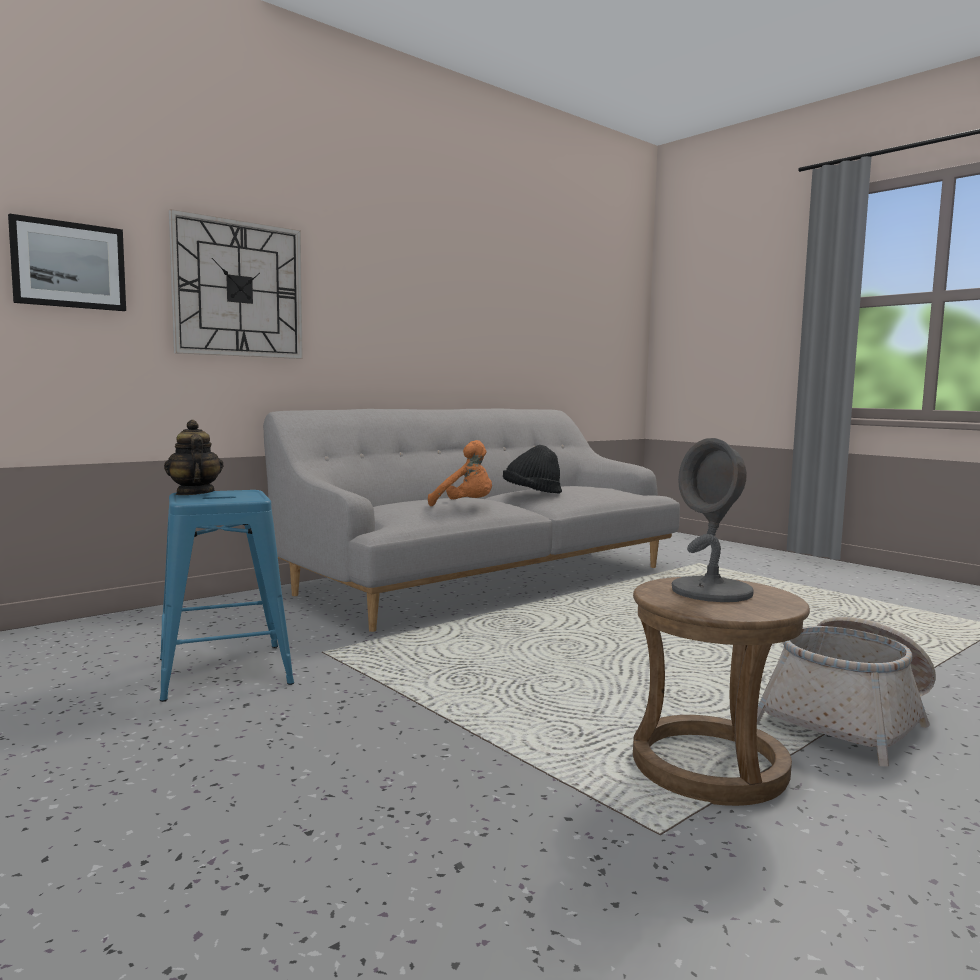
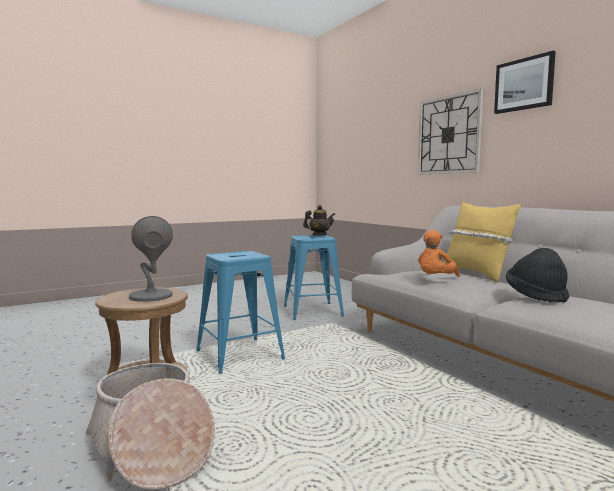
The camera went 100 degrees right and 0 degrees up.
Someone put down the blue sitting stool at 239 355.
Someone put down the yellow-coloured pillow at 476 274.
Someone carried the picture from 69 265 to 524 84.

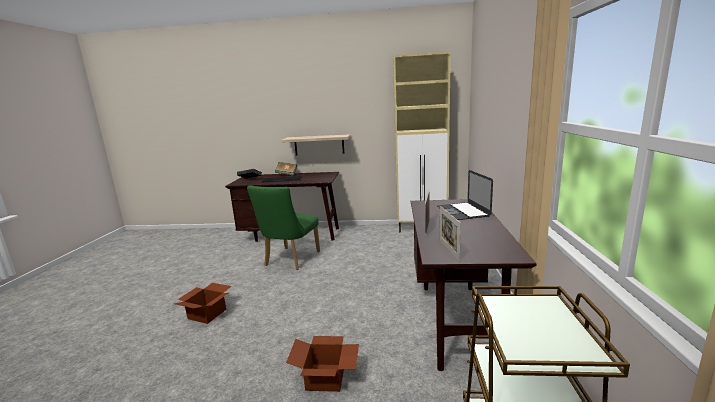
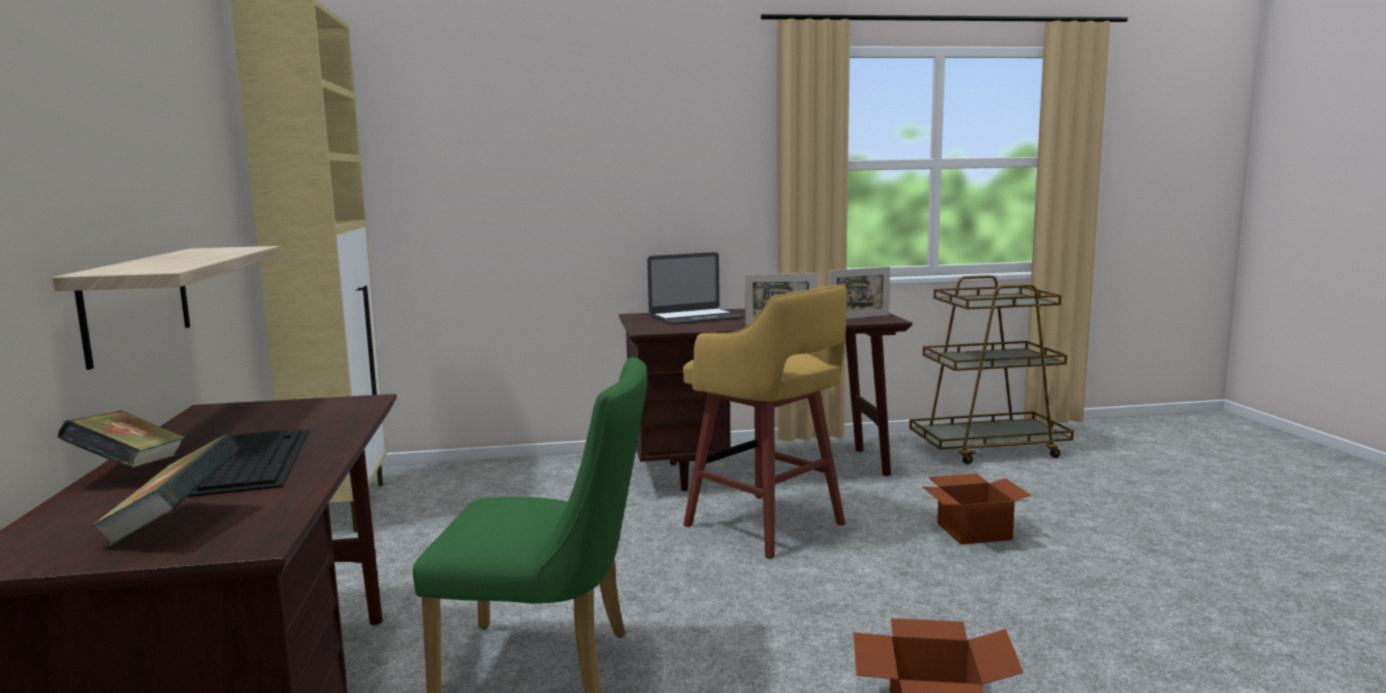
The camera went 105 degrees left and 5 degrees down.
Someone put down the yellow-coloured sitting stool at 768 526.

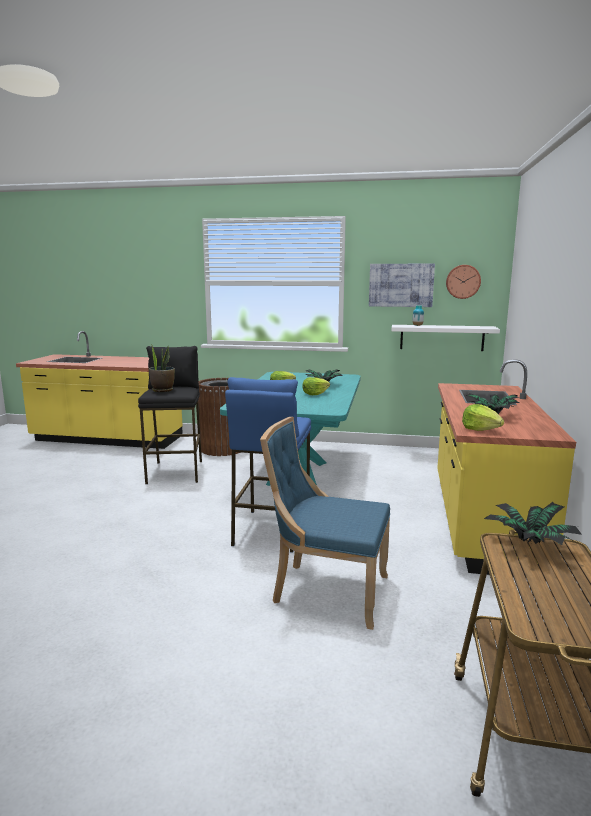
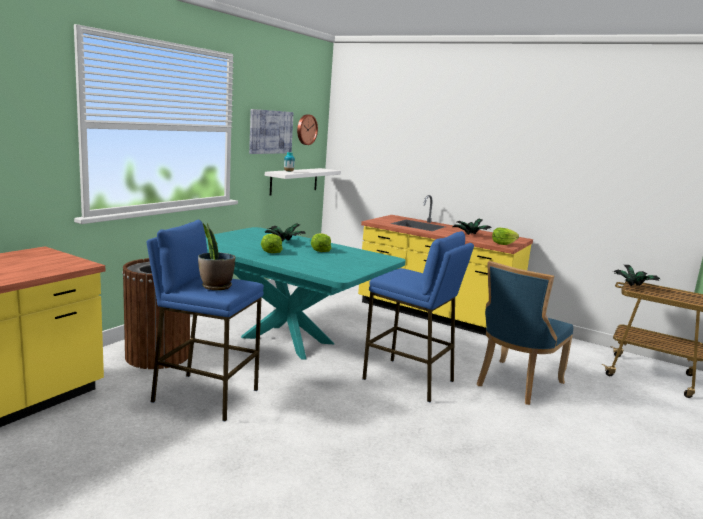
The camera went 70 degrees left and 0 degrees up.
Someone repainted the blackish sitting stool at 176 472, which became the blue sitting stool at 205 395.

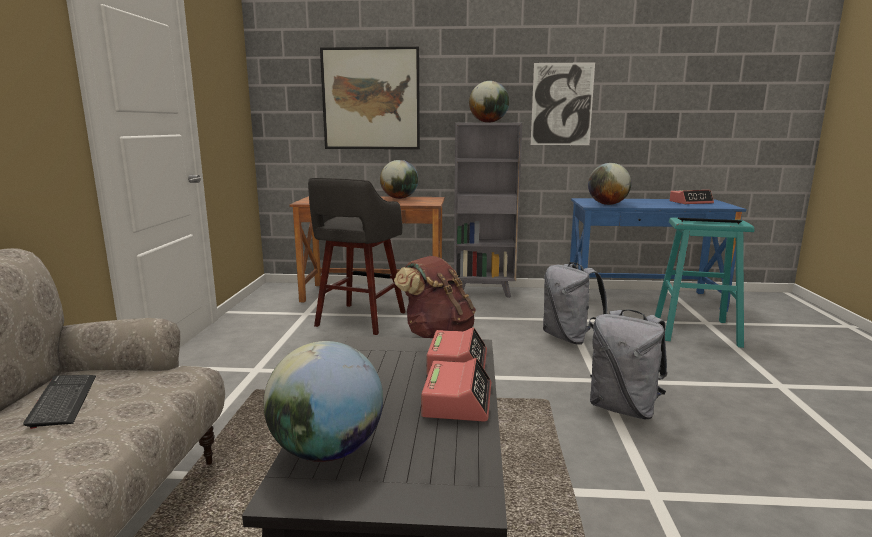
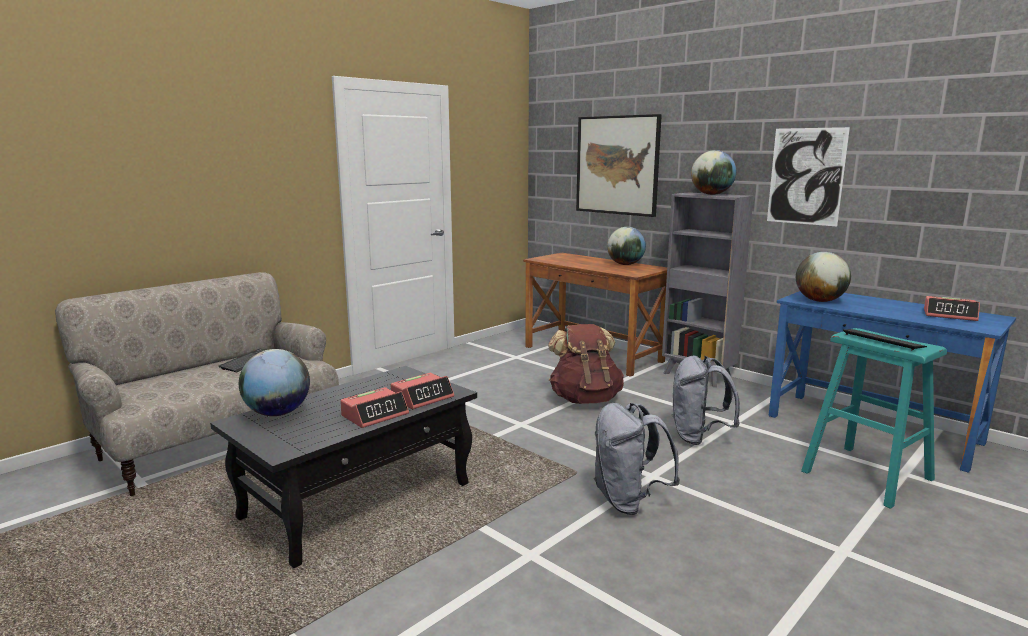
The camera went 40 degrees right and 0 degrees up.
Someone took away the grey sitting stool at 359 320.

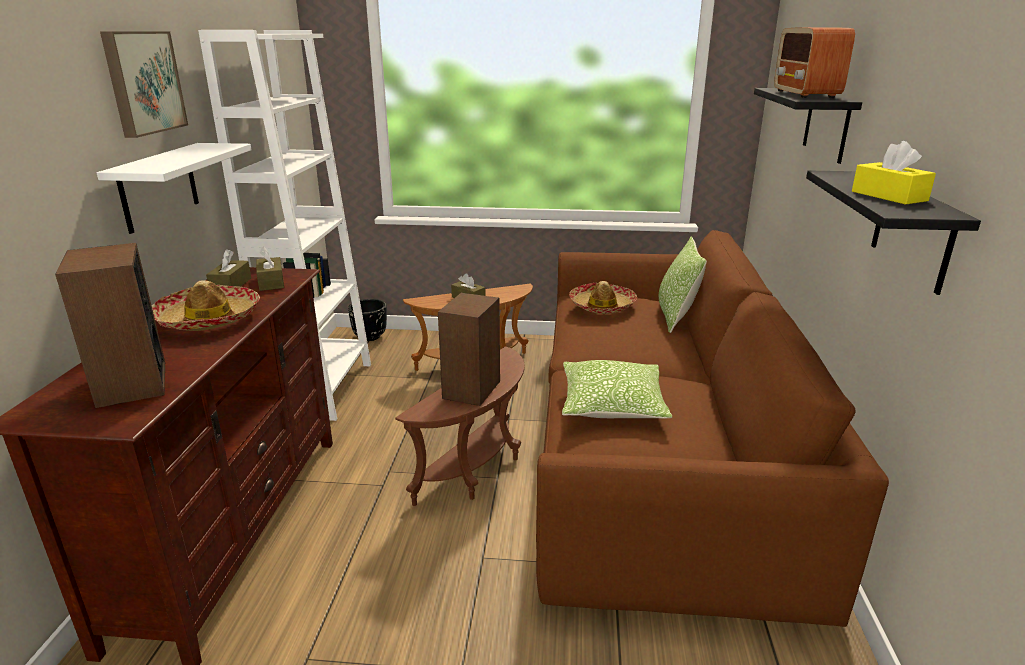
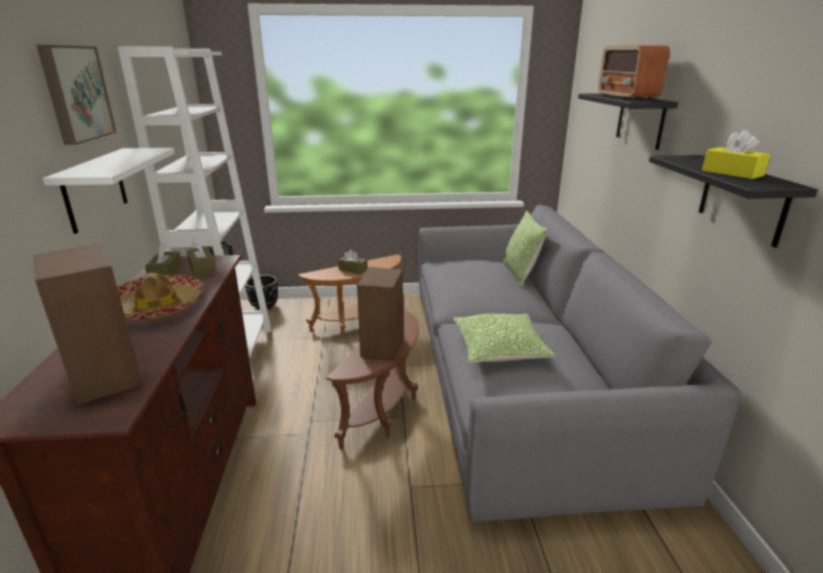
The camera went 10 degrees left and 0 degrees up.
Someone took away the hat at 602 306.
Someone repainted the brown settee at 656 444, which became the grey settee at 518 375.

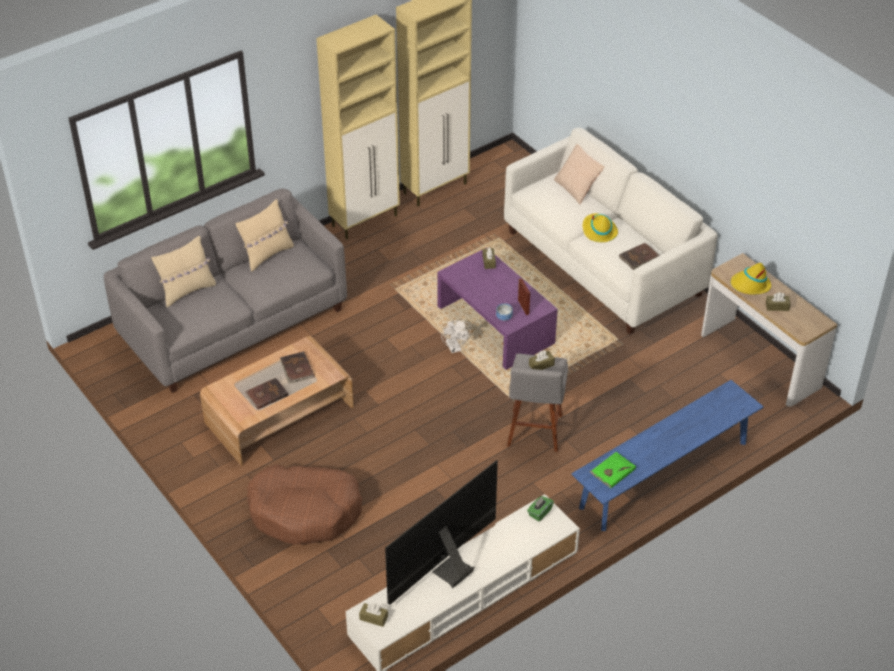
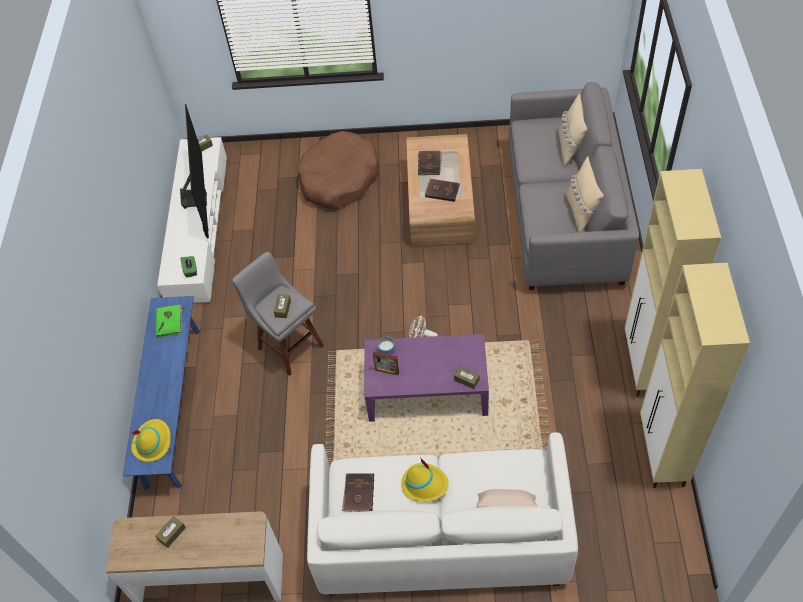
The camera went 130 degrees right and 10 degrees up.
Someone carried the yellow-coloured hat from 750 285 to 152 442.

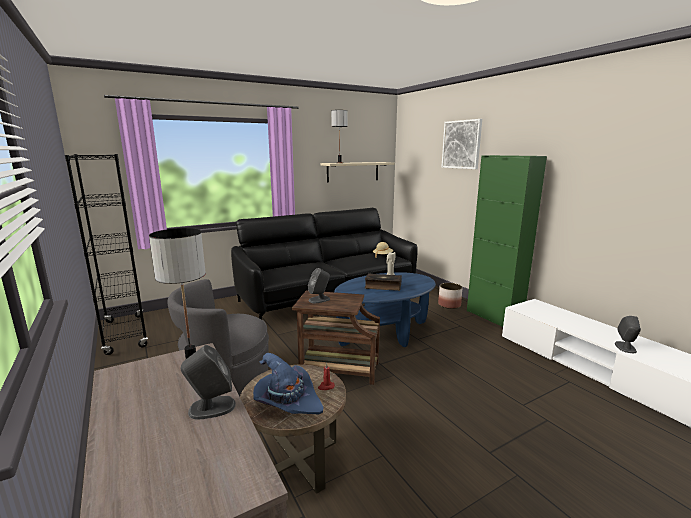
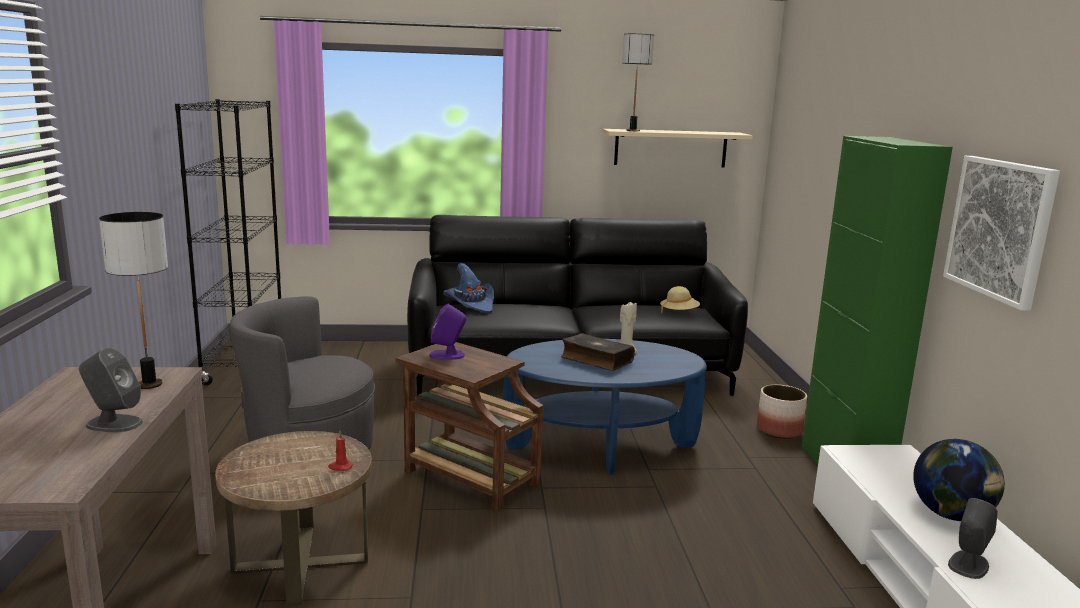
The camera went 25 degrees right and 0 degrees up.
Someone put down the globe at 951 515.
Someone carried the blue hat from 287 401 to 470 305.
Someone carried the picture from 461 144 to 1000 228.
Someone repainted the grey audio speaker at 319 299, which became the purple audio speaker at 447 355.

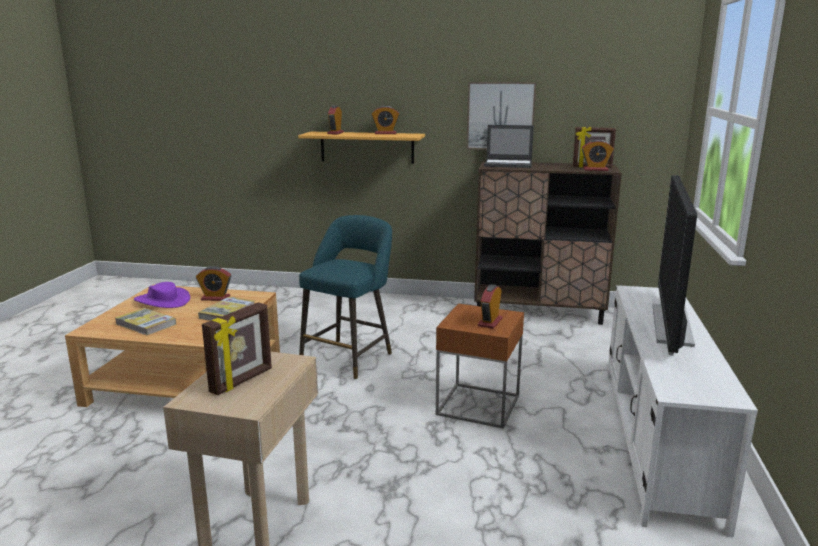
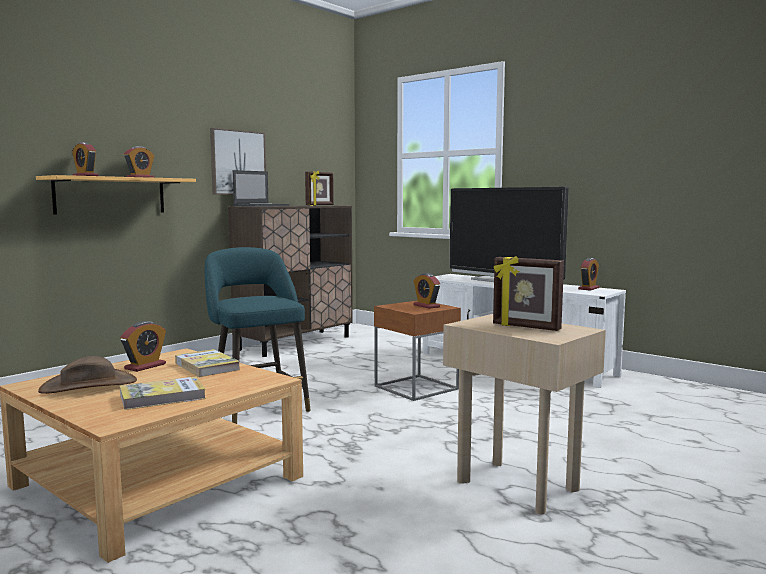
The camera went 60 degrees left and 10 degrees down.
Someone carried the alarm clock from 595 169 to 588 288.
Someone repainted the purple hat at 162 300, which became the brown hat at 89 385.
Someone rotated the standing frame at 242 381 by 150 degrees clockwise.

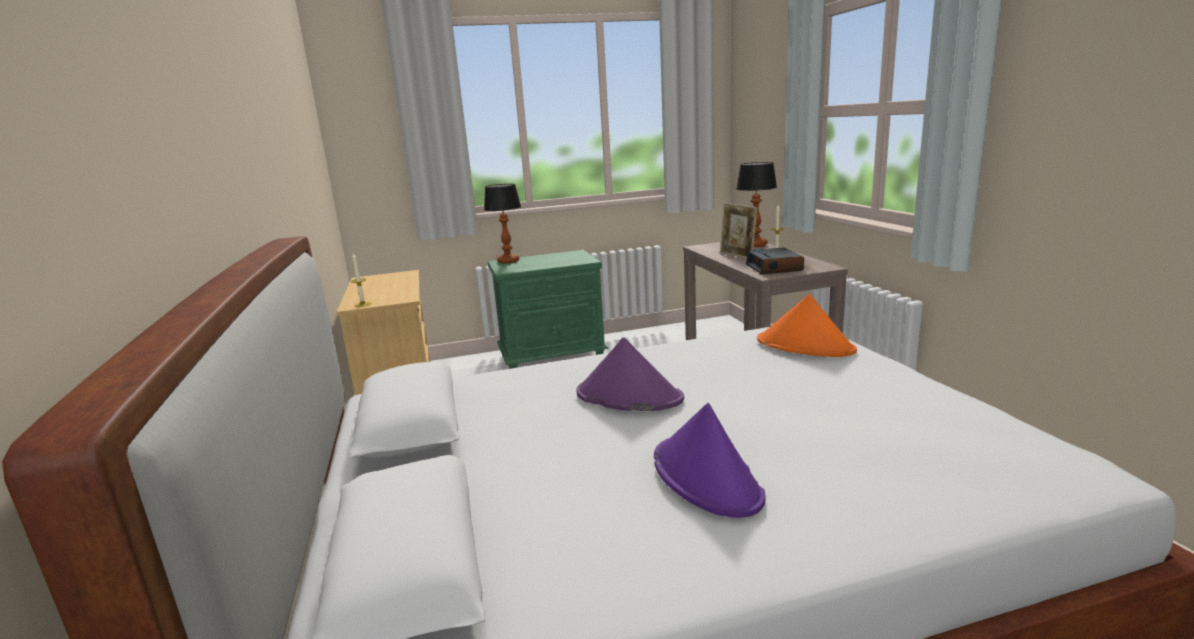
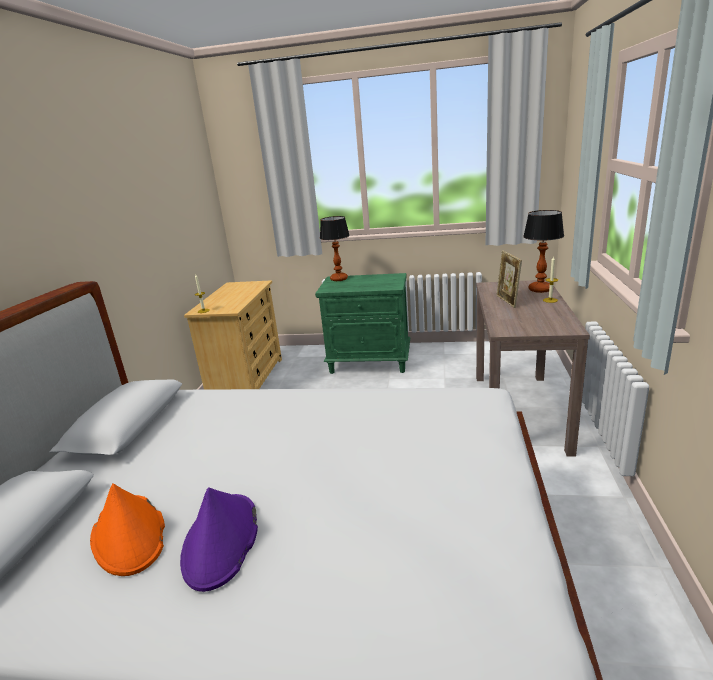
The camera went 25 degrees right and 5 degrees up.
Someone took away the purple hat at 628 396.
Someone took away the alarm clock at 775 268.
Someone carried the orange-coloured hat from 805 346 to 129 535.

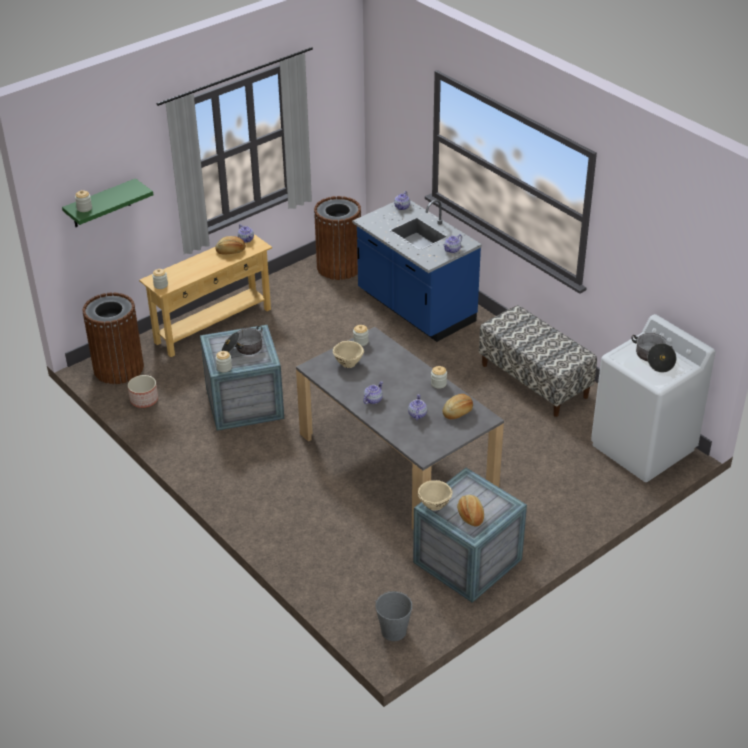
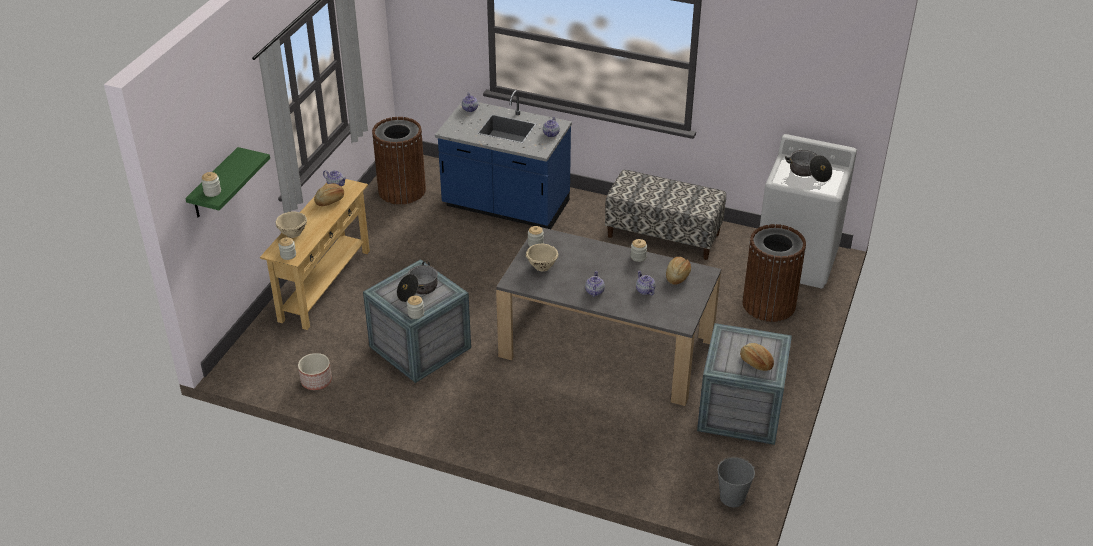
The camera went 30 degrees left and 0 degrees up.
Someone carried the brown rubbish bin from 118 368 to 768 304.
Someone carried the beige-coloured bowl from 434 505 to 292 233.

